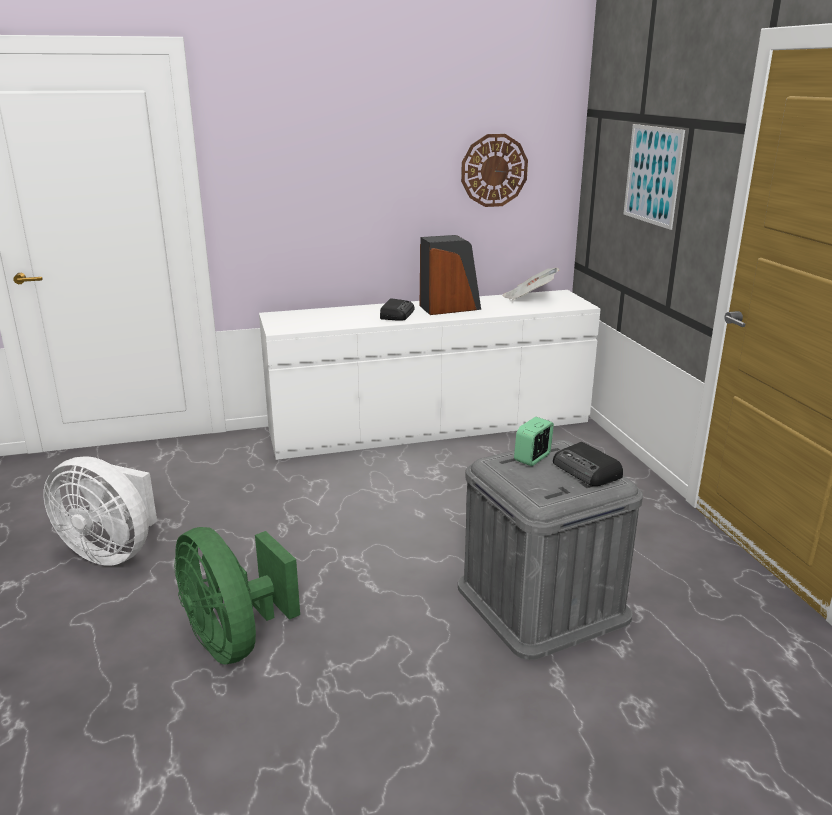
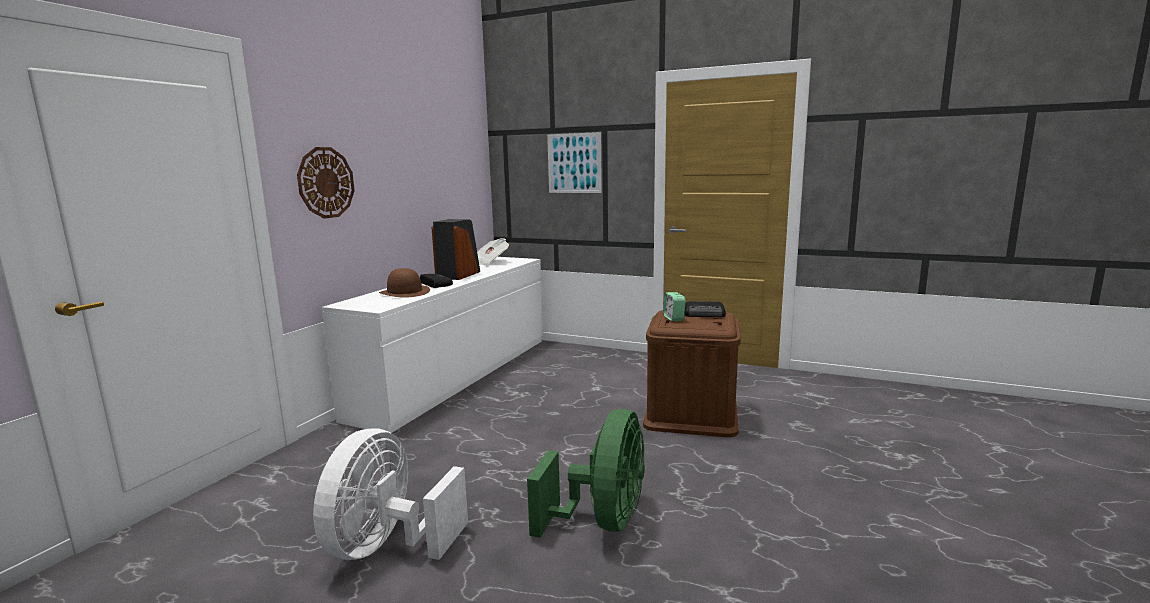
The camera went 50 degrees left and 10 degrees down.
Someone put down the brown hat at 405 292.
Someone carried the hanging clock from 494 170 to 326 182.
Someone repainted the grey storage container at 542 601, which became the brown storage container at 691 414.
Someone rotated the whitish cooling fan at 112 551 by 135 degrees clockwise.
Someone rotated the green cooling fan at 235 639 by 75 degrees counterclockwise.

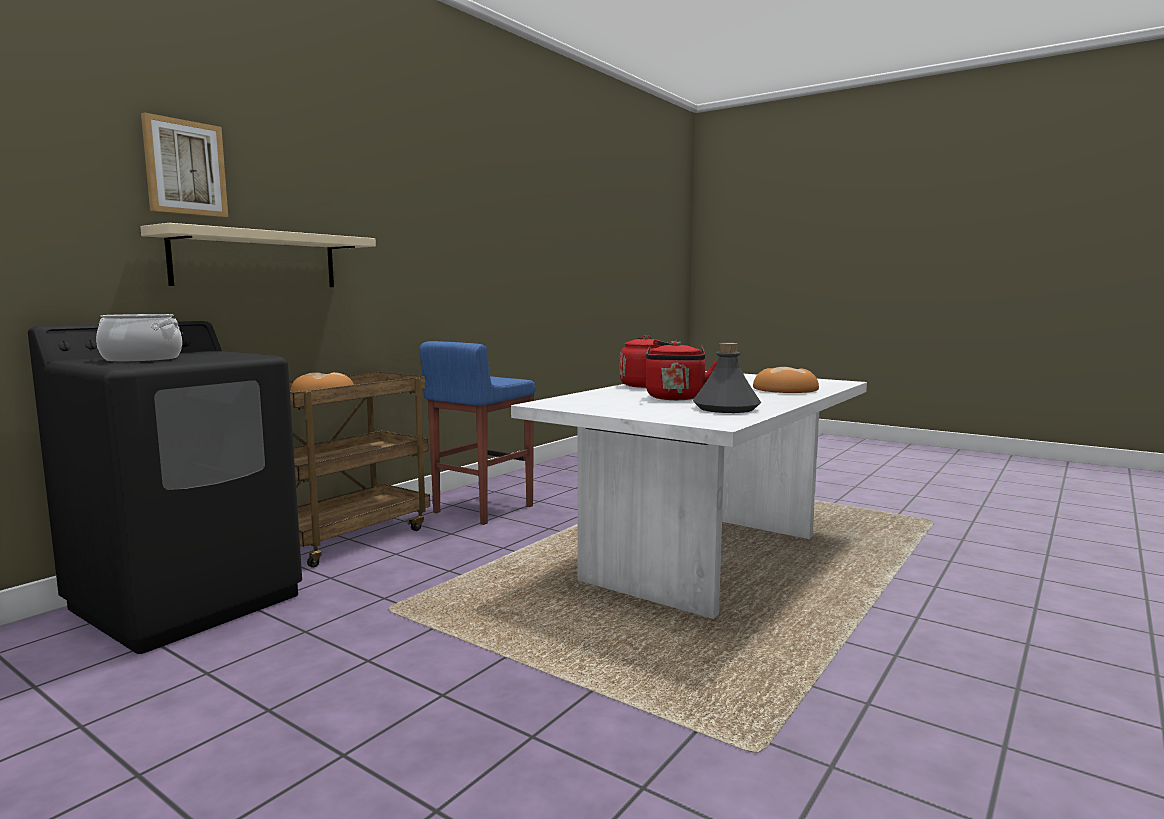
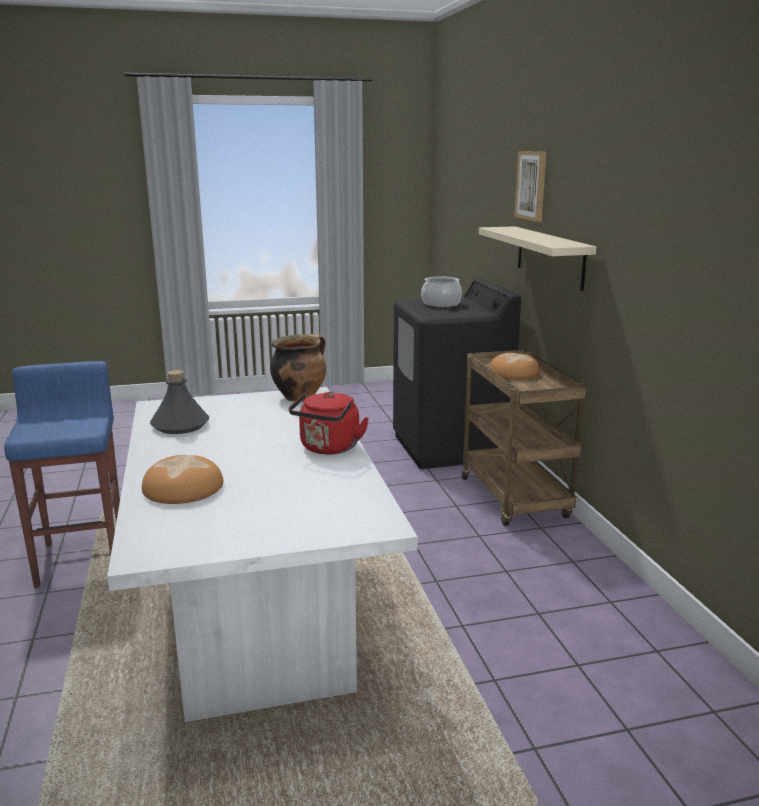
The camera went 130 degrees right and 10 degrees up.
Someone took away the reddish tea kettle at 675 398.
Someone put down the cooking pot at 300 396.
Someone carried the blue sitting stool from 481 509 to 83 558.

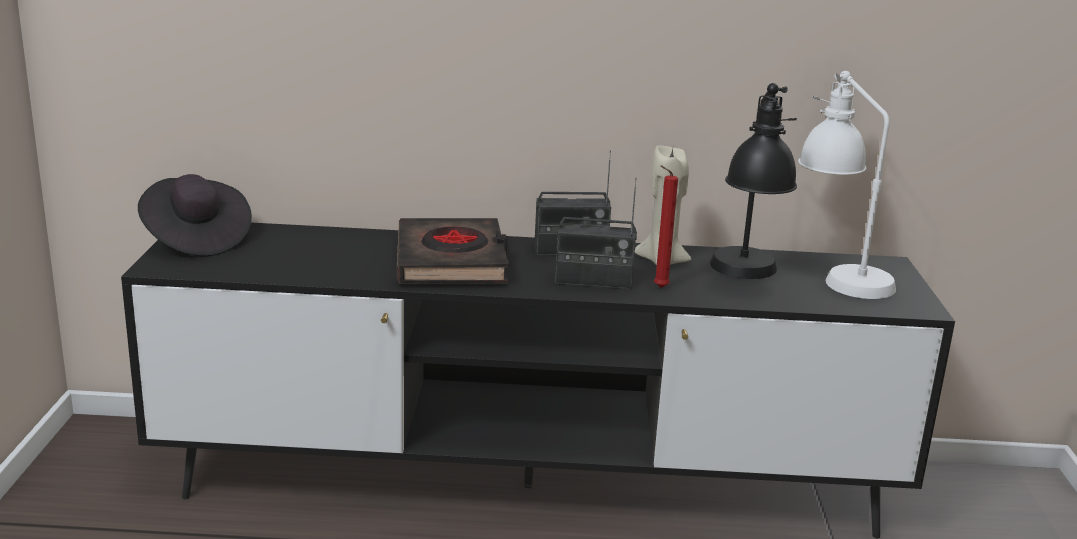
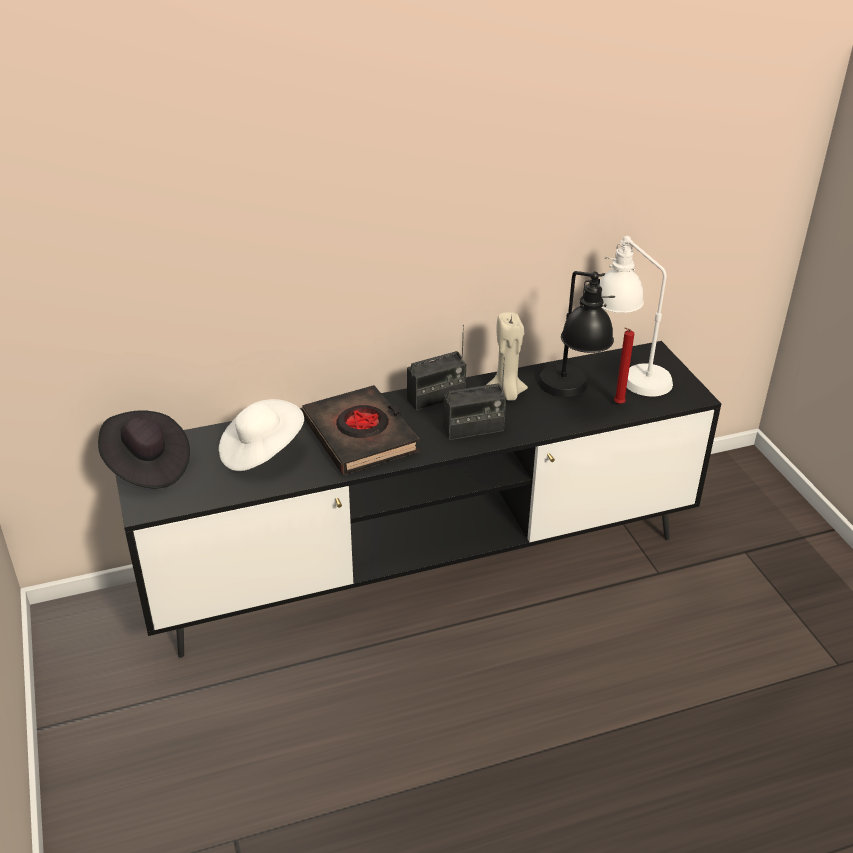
The camera went 20 degrees left and 15 degrees up.
Someone put down the whitish hat at 261 451.
Someone carried the reddish wax candle from 658 288 to 617 404.

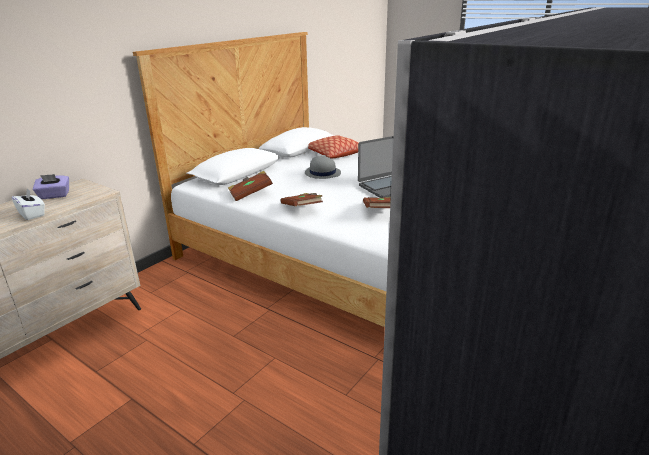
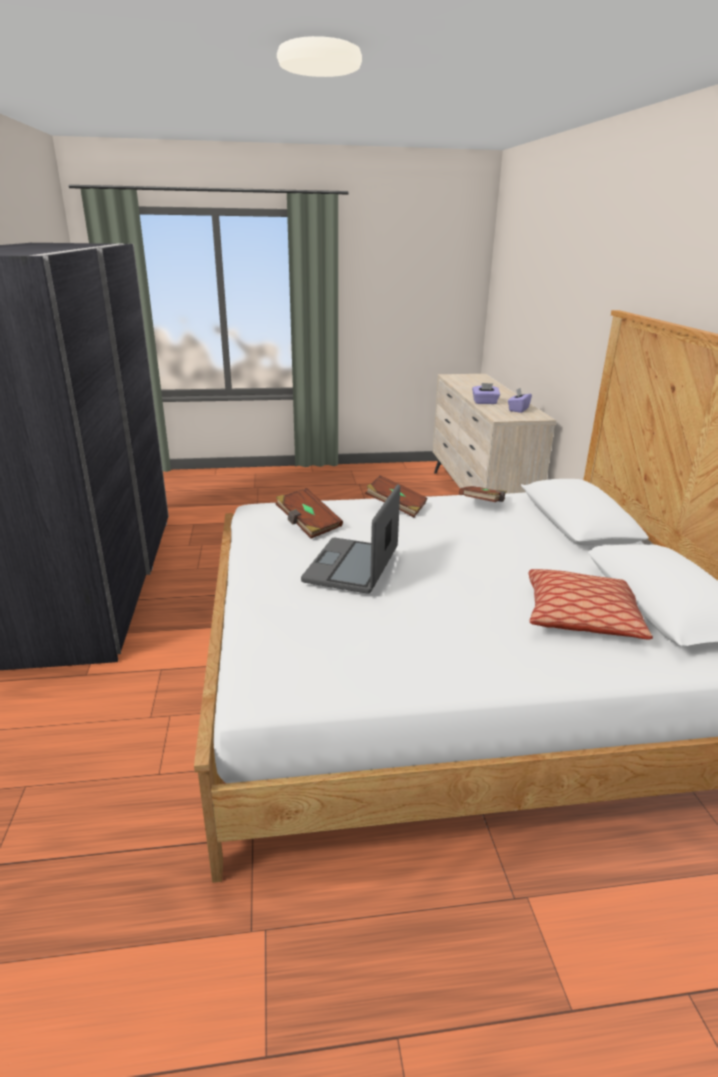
The camera went 135 degrees right and 0 degrees up.
Someone took away the grey hat at 322 173.
Someone repainted the whitish box of tissues at 32 214, which became the purple box of tissues at 485 402.

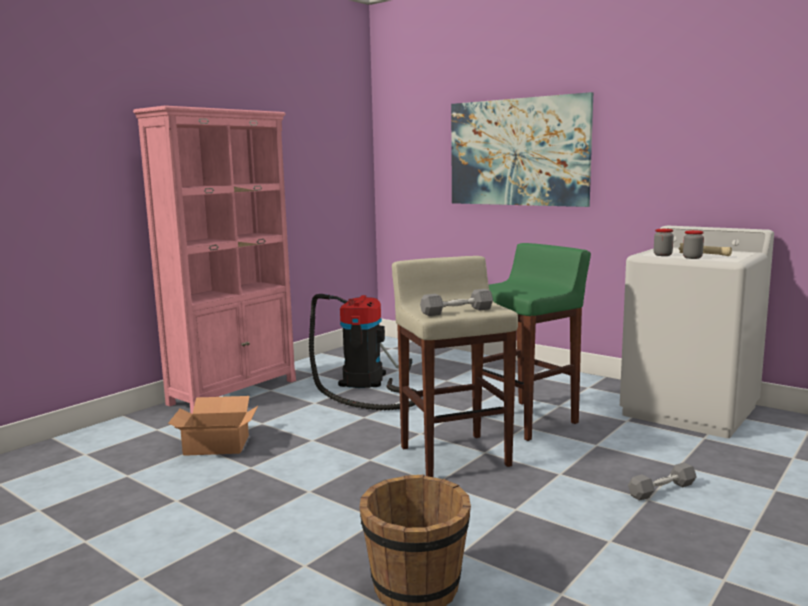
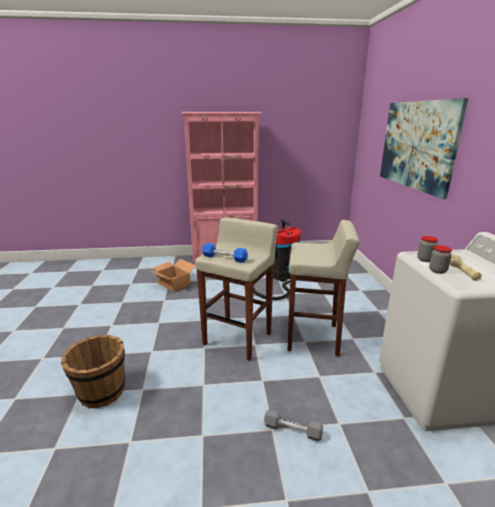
The camera went 45 degrees right and 10 degrees up.
Someone repainted the grey dumbbell at 457 311, which became the blue dumbbell at 224 258.
Someone repainted the green sitting stool at 526 420, which became the beige-coloured sitting stool at 314 338.

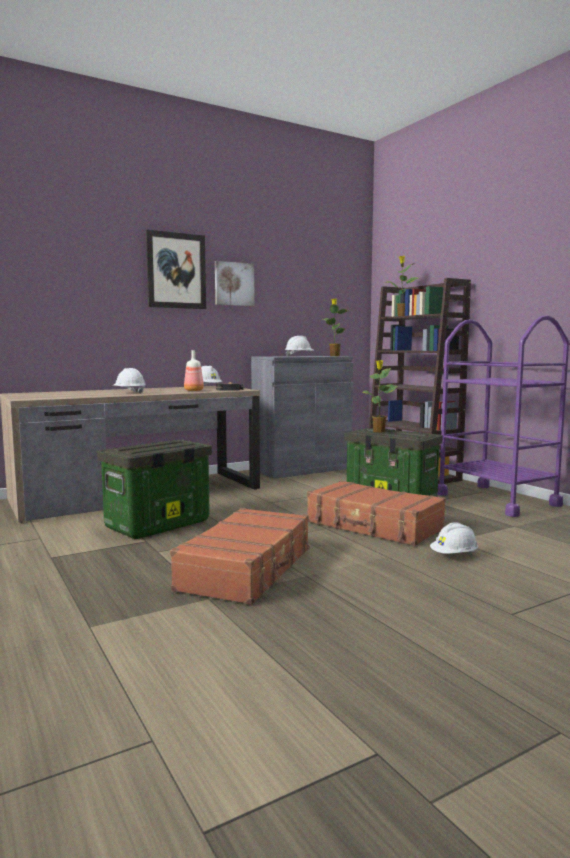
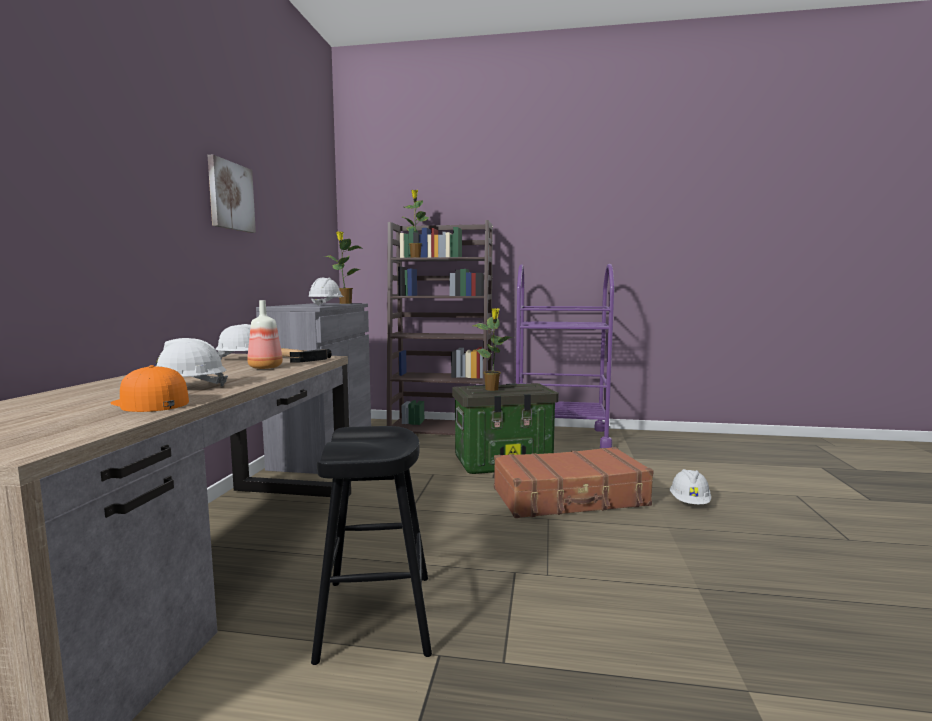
The camera went 50 degrees left and 0 degrees up.
Someone took away the picture at 176 271.
Someone took away the brown piece of luggage at 247 569.
Someone put down the orange-coloured baseball cap at 150 403.
Someone swapped the storage container at 157 525 for the blackish sitting stool at 376 615.

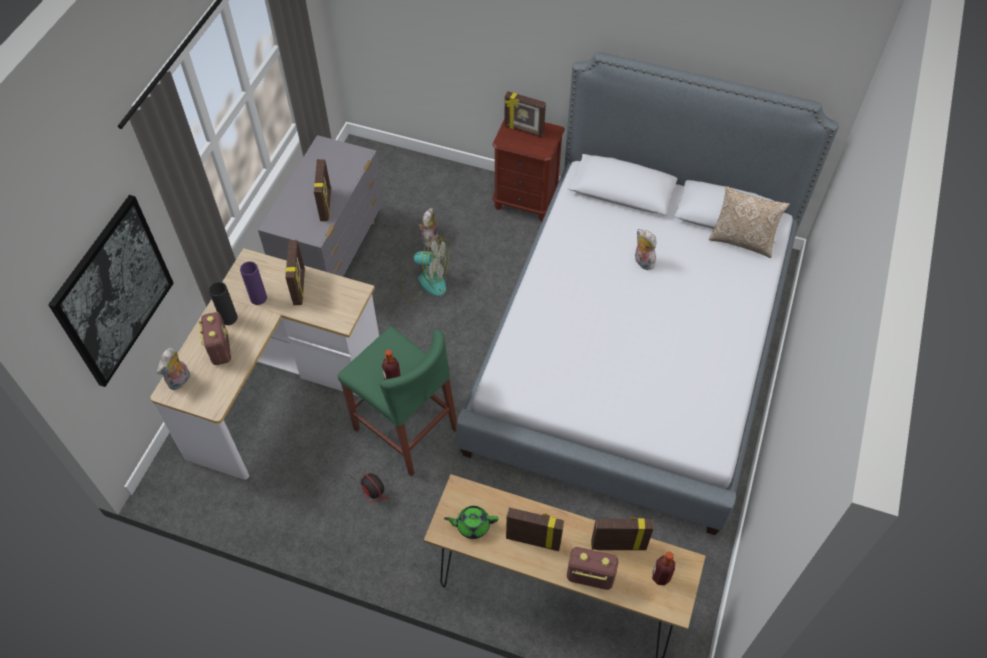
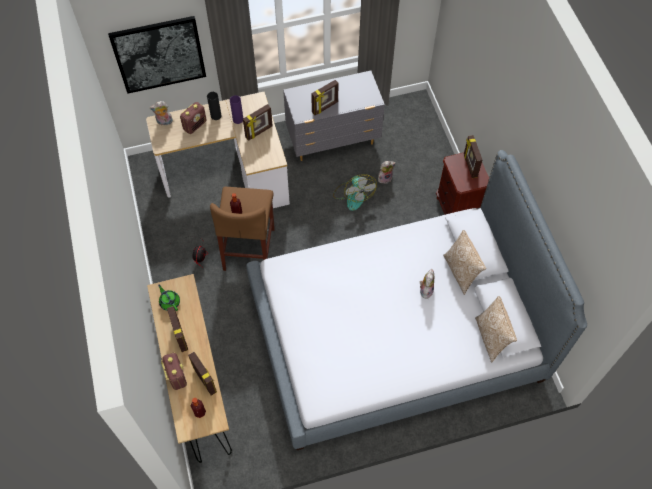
The camera went 55 degrees right and 5 degrees up.
Someone put down the pillow at 461 272.
Someone repainted the green sitting stool at 405 429, which became the brown sitting stool at 249 249.

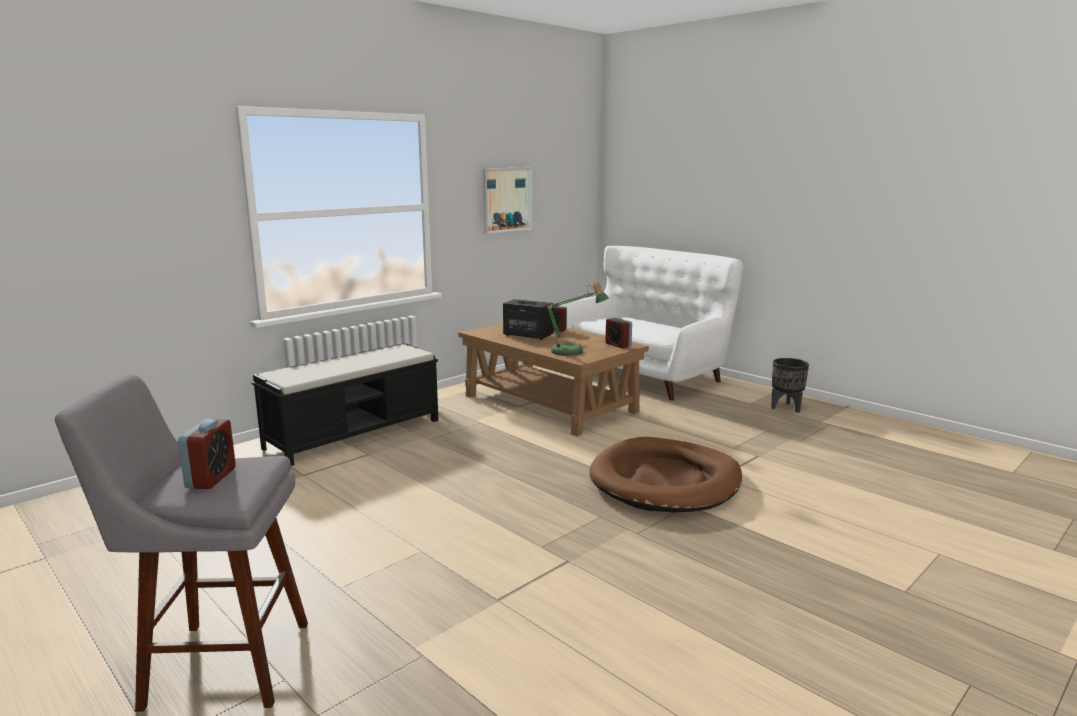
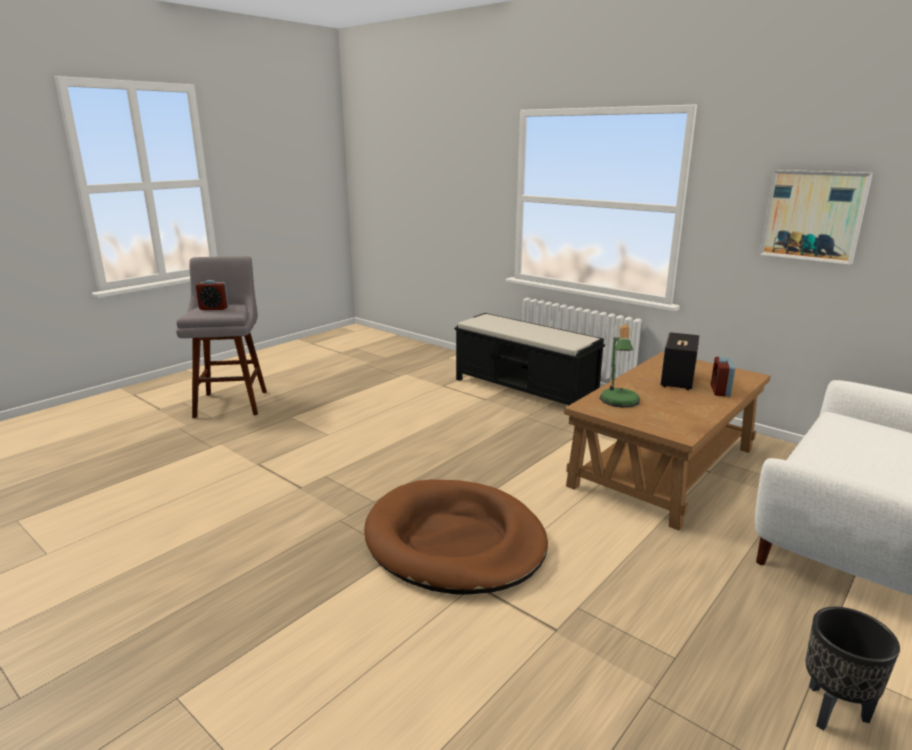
The camera went 85 degrees right and 5 degrees up.
Someone took away the alarm clock at 618 345.

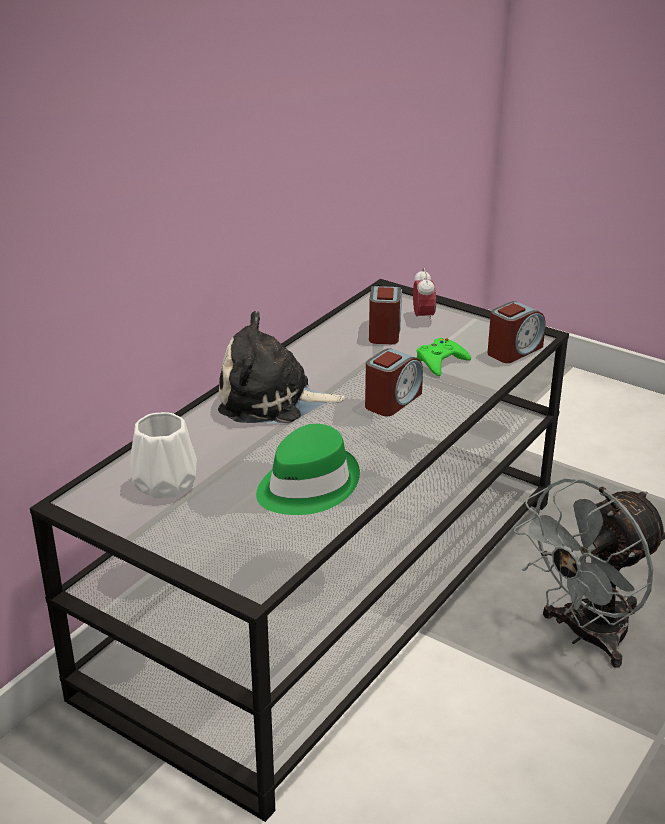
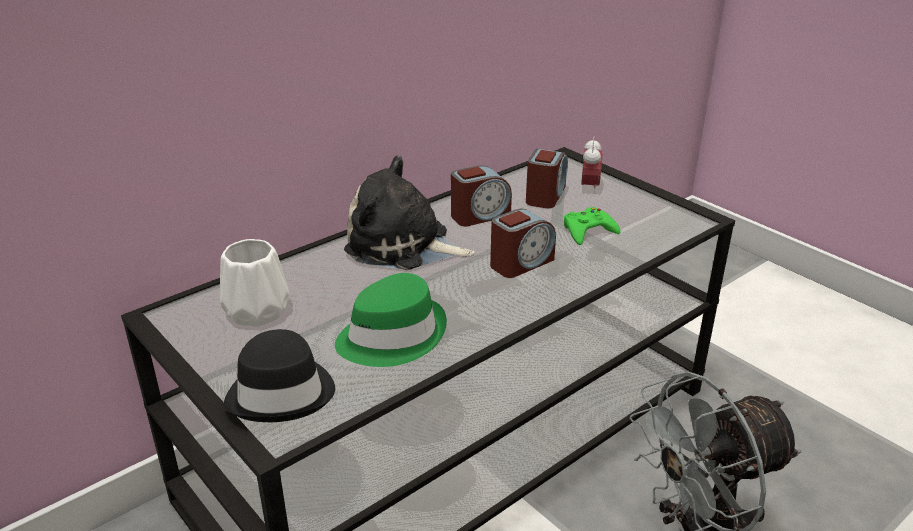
The camera went 15 degrees right and 0 degrees up.
Someone put down the blackish hat at 282 393.
Someone carried the alarm clock from 514 350 to 479 215.

